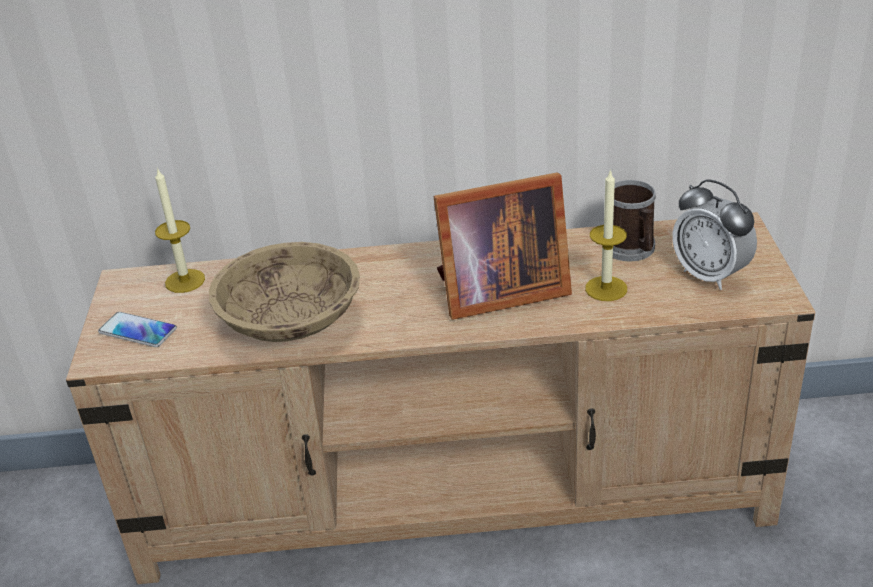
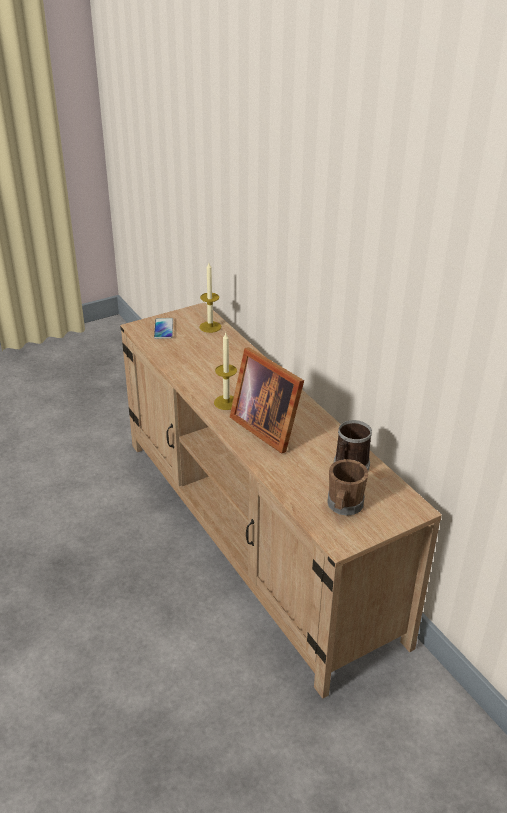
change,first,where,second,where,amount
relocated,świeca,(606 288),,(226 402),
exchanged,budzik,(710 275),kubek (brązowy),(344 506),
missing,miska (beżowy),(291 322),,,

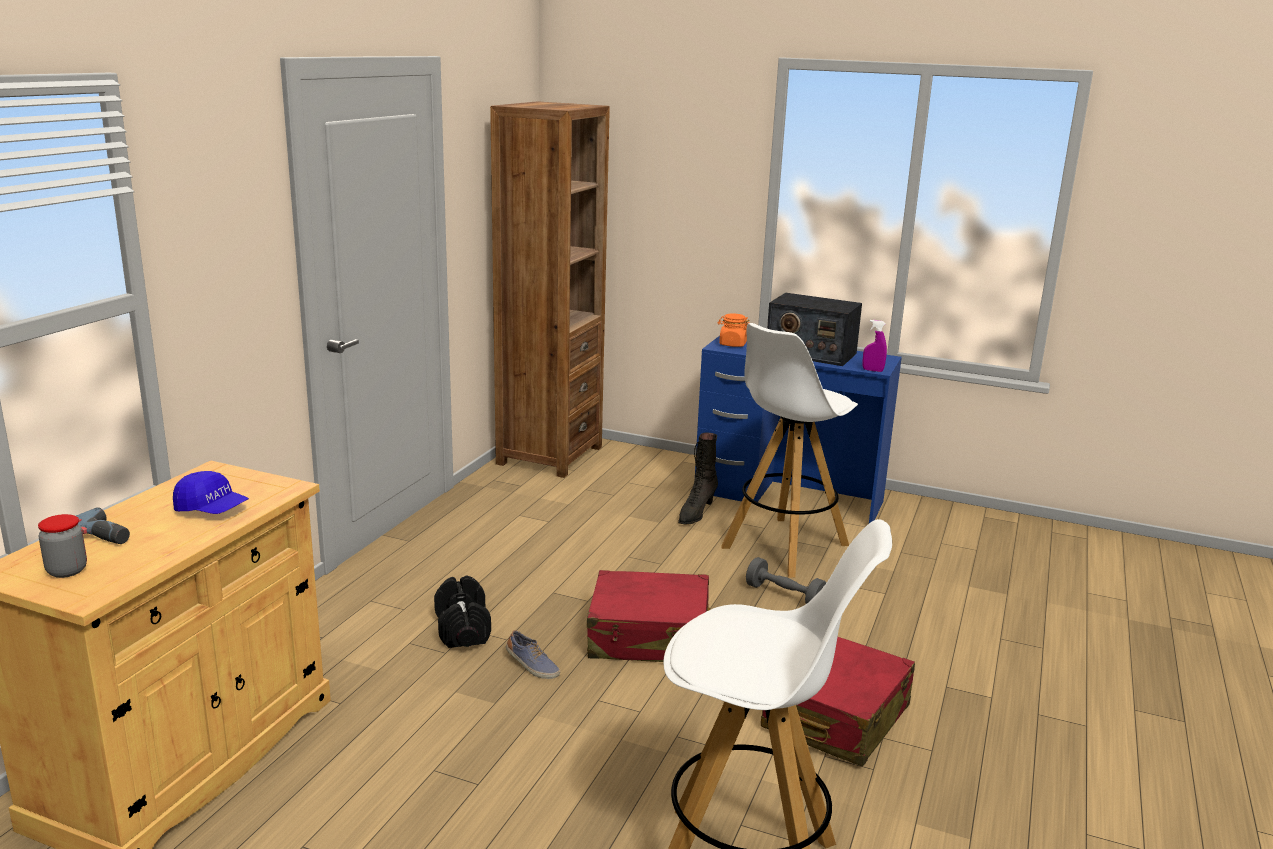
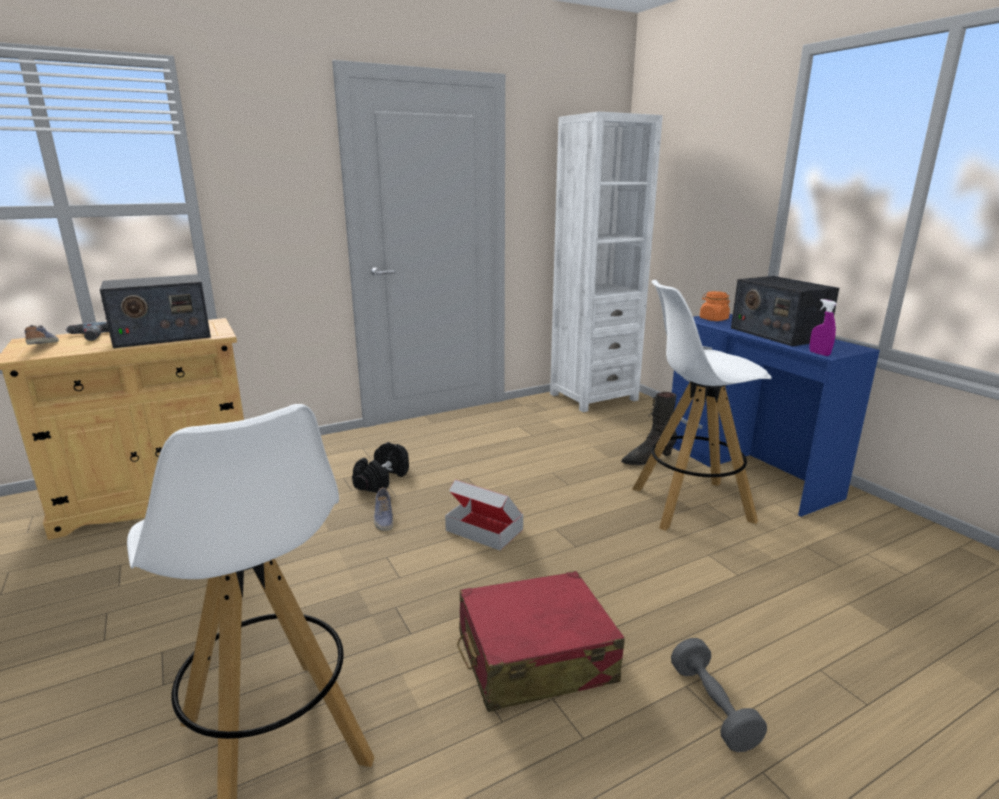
change,first,where,second,where,amount
colour,regał (brązowy),(549 455),regał (biały),(593 397),
exchanged,czapka z daszkiem (niebieski),(212 510),radio,(162 336),
exchanged,słoik,(67 571),but,(44 345),
relocated,hantel (szary),(784 596),,(713 707),
exchanged,walizka (czerwony),(649 637),karton,(484 530),

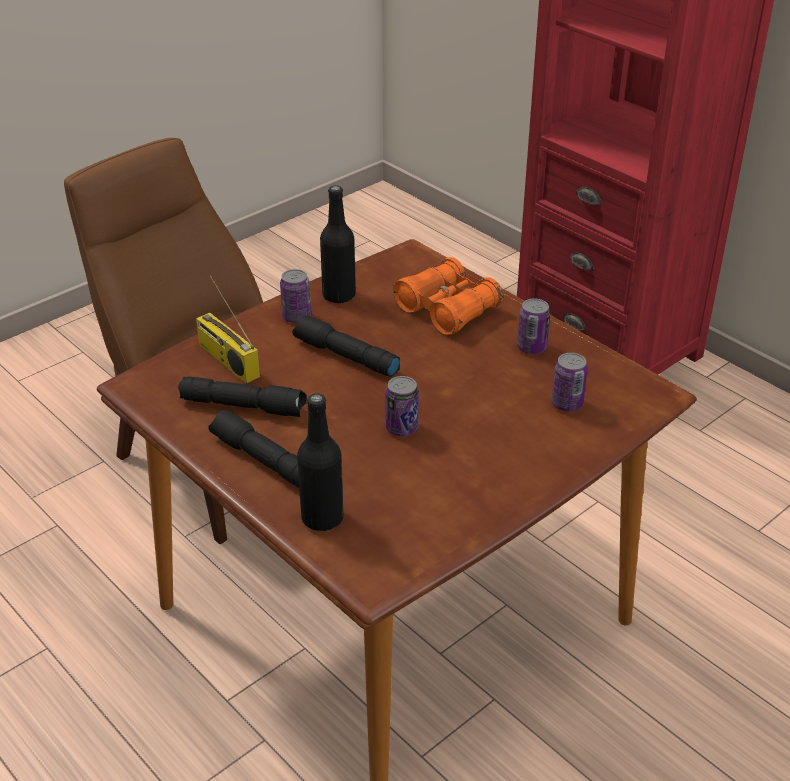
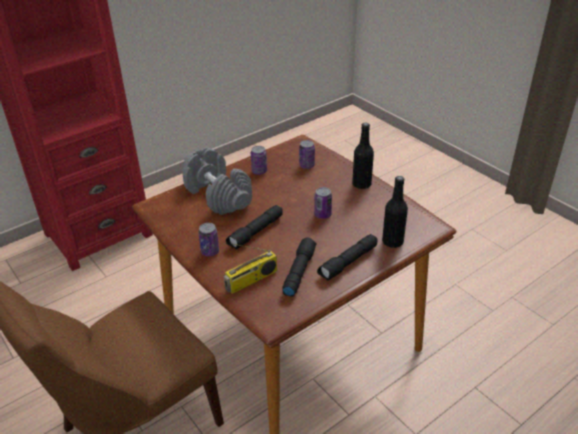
change,first,where,second,where,amount
relocated,butelka (czarny),(339 295),,(361 184),
exchanged,lornetka (pomarańczowy),(447 309),hantel (szary),(217 195),

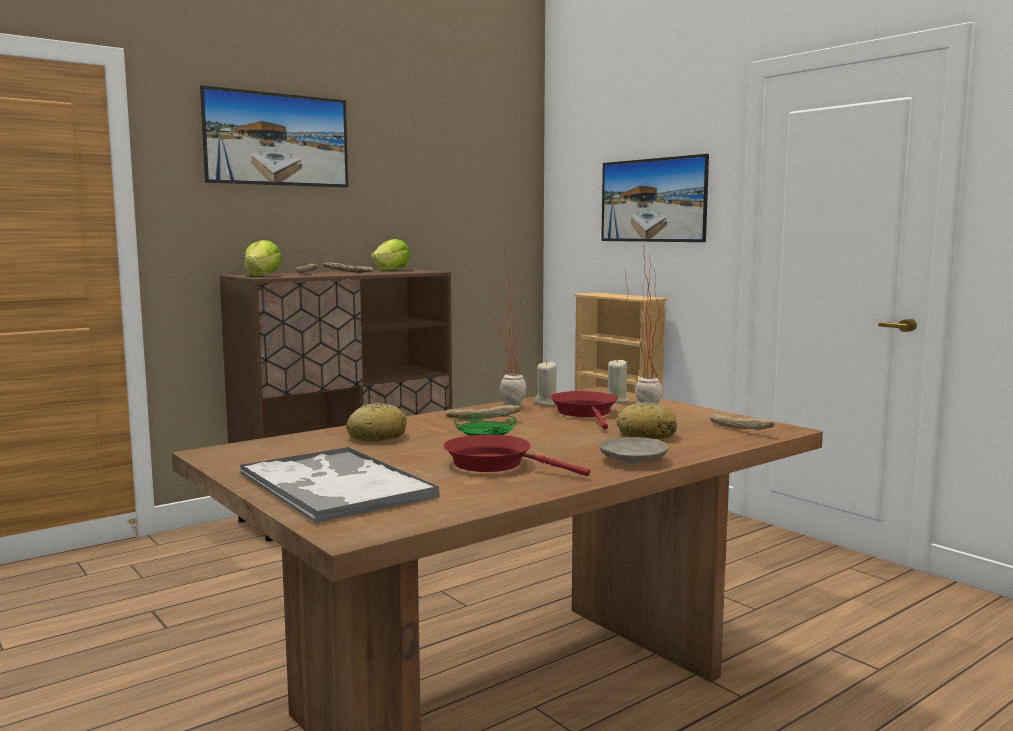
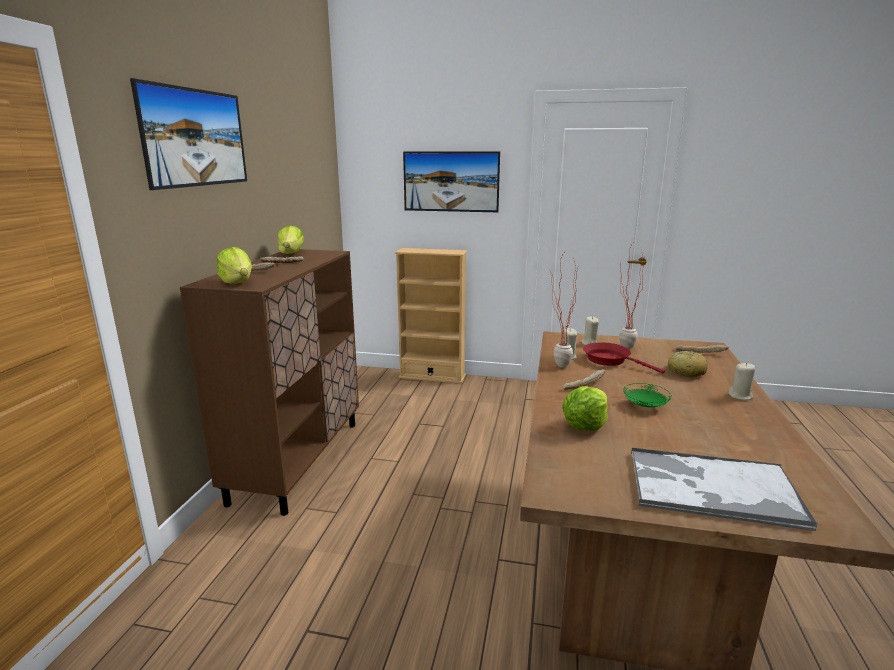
change,first,where,second,where,amount
exchanged,chleb,(377 436),sałata,(585 425),
missing,patelnia (czerwony),(495 464),,,
exchanged,talerz (beżowy),(632 460),świeca (beżowy),(740 396),

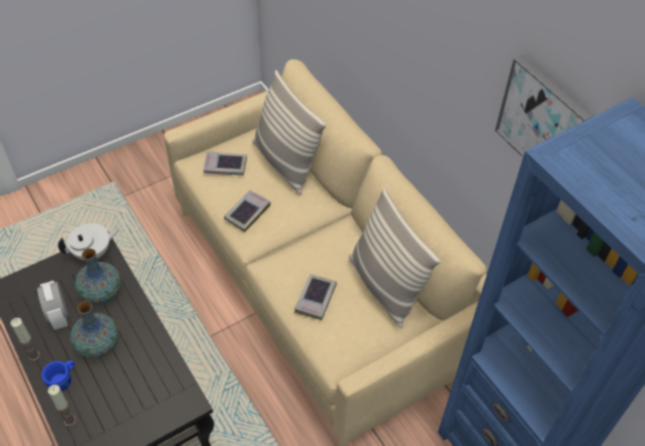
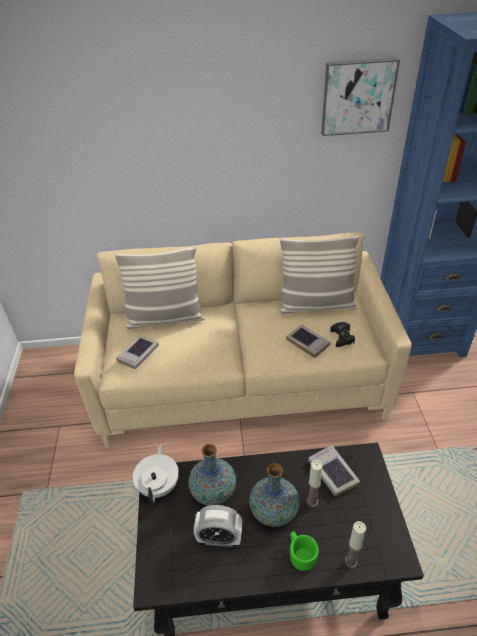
change,first,where,second,where,amount
relocated,książka,(247 213),,(332 473),
relocated,świeca,(34 355),,(312 501),
colour,kubek (niebieski),(63 380),kubek (zielony),(301 555),
appeared,,,pad do gier (czarny),(342 337),

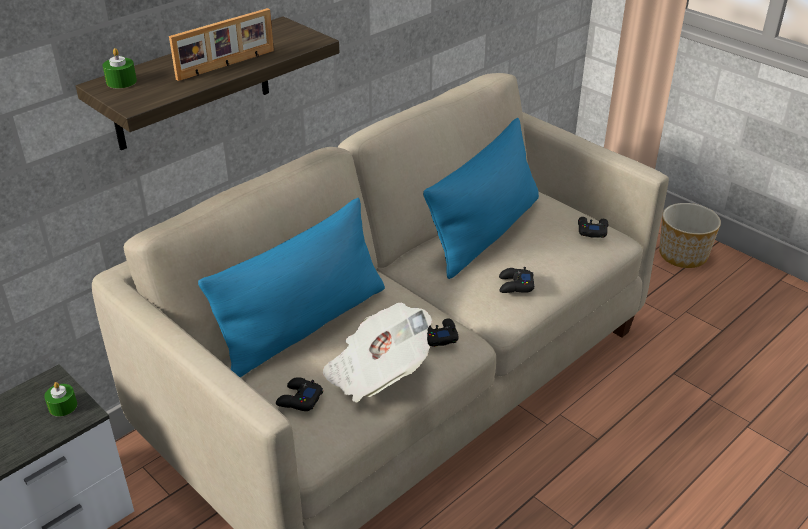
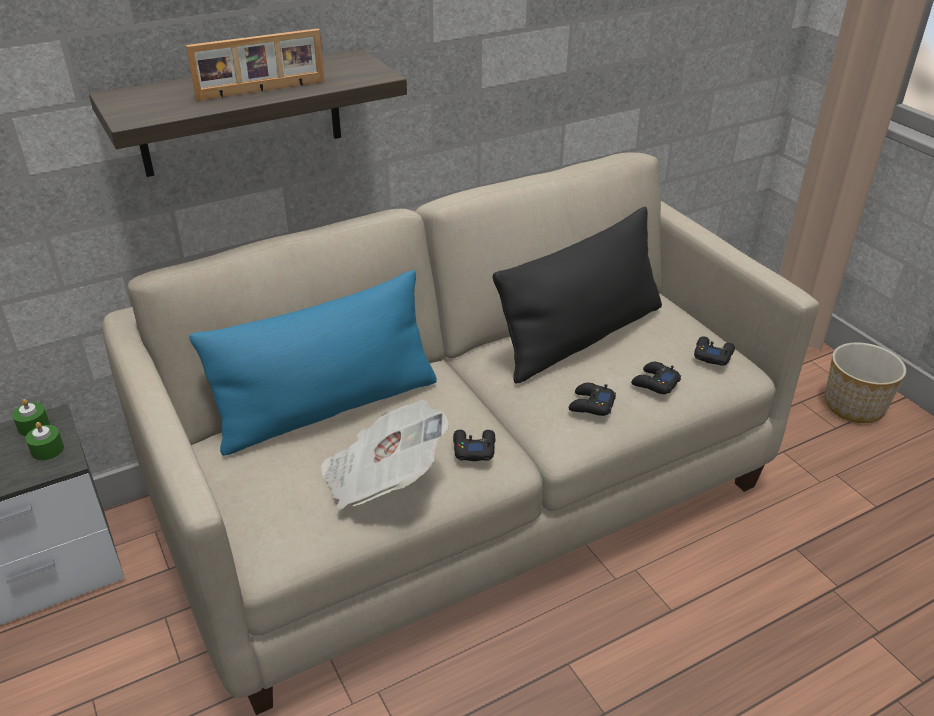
change,first,where,second,where,amount
relocated,świeca (zielony),(121 81),,(34 426),
colour,poduszka (niebieski),(485 232),poduszka (czarny),(581 337),
relocated,pad do gier (czarny),(299 399),,(654 383),

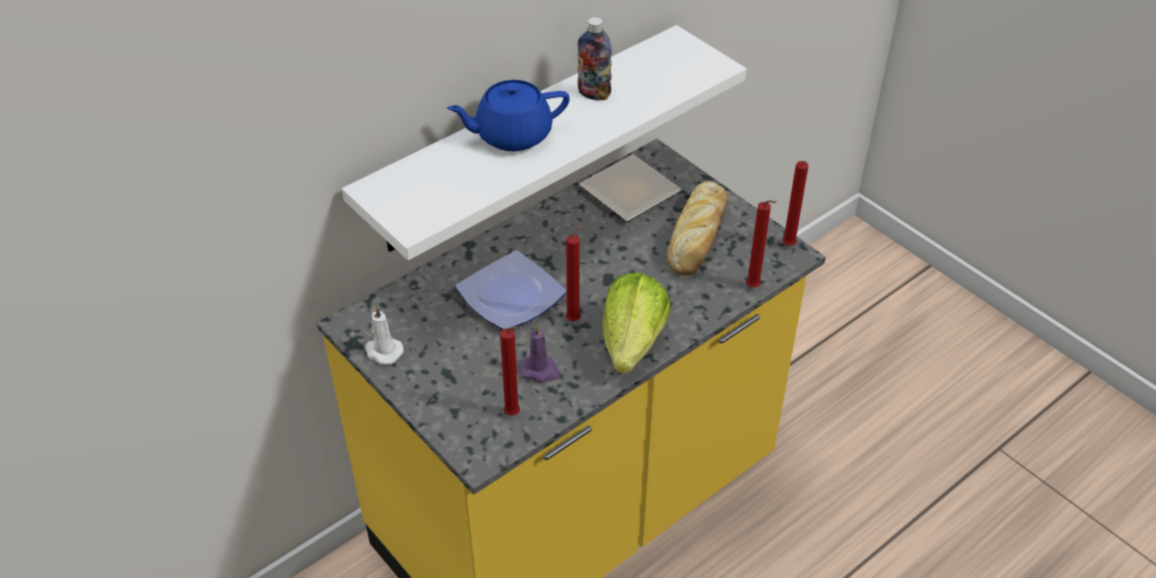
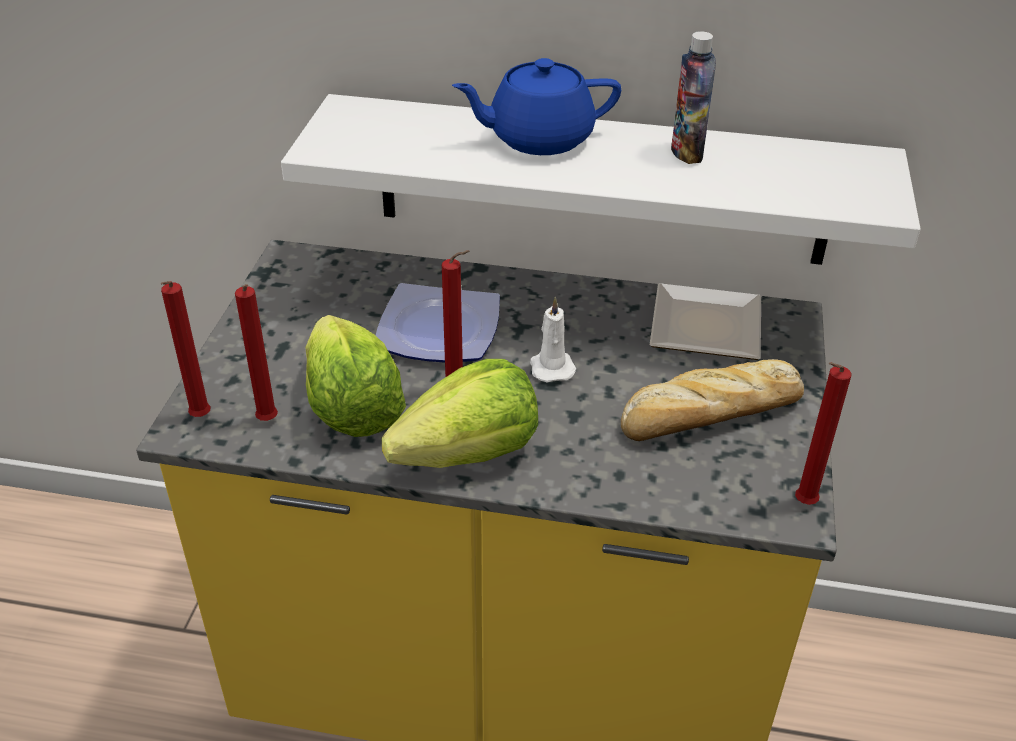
change,first,where,second,where,amount
spun,imbryk (niebieski),(512 135),,(538 138),45 degrees counterclockwise
relocated,świeca (czerwony),(754 288),,(199 419),
relocated,świeca (biały),(383 351),,(551 367),
exchanged,świeca (fioletowy),(540 370),sałata,(351 407),

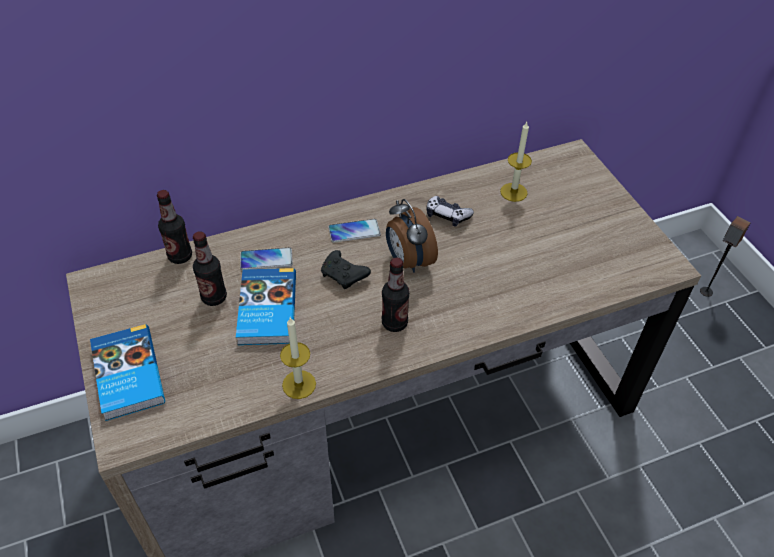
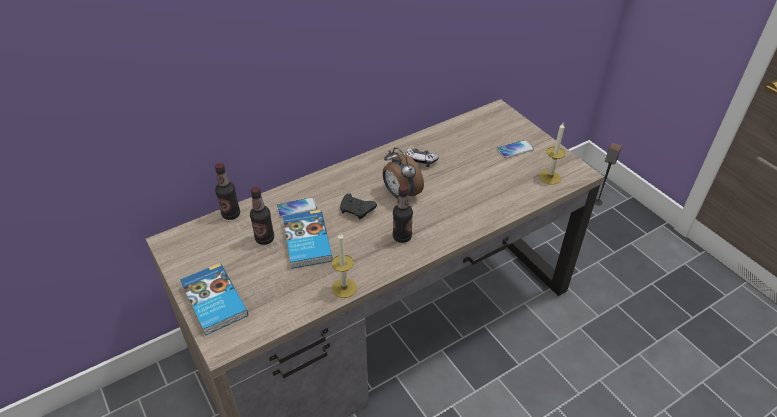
change,first,where,second,where,amount
relocated,świeca,(513 192),,(550 177),
relocated,telefon,(354 231),,(515 149),

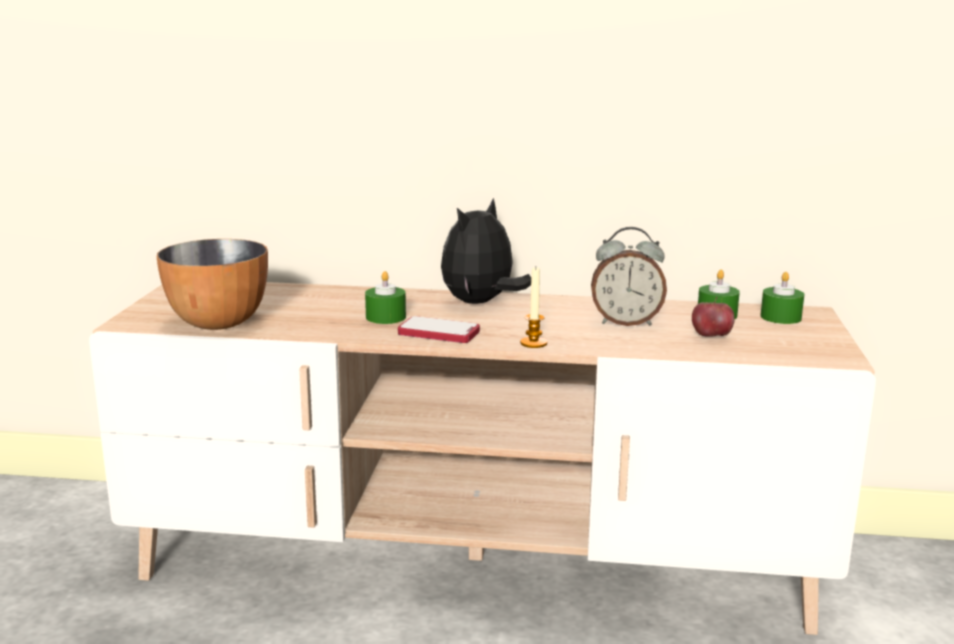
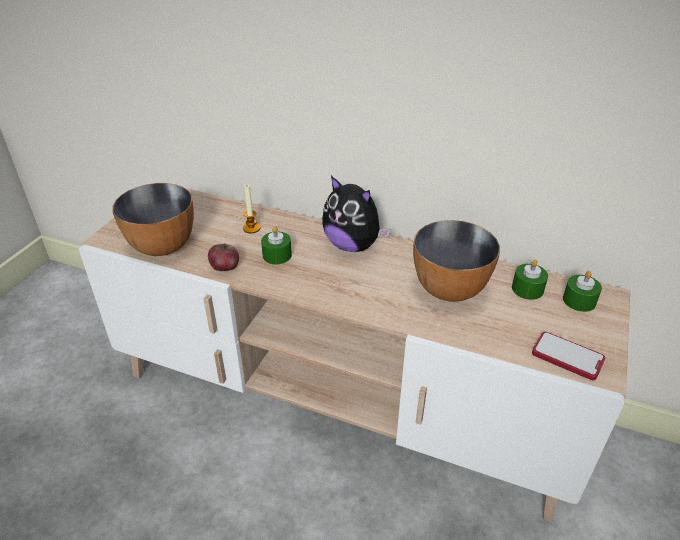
change,first,where,second,where,amount
spun,pluszak,(481 303),,(352 245),105 degrees counterclockwise
exchanged,budzik,(626 322),miska,(450 289),
relocated,świeca,(533 343),,(251 228),
relocated,jabłko,(711 336),,(225 267),
relocated,telefon,(439 332),,(567 357),

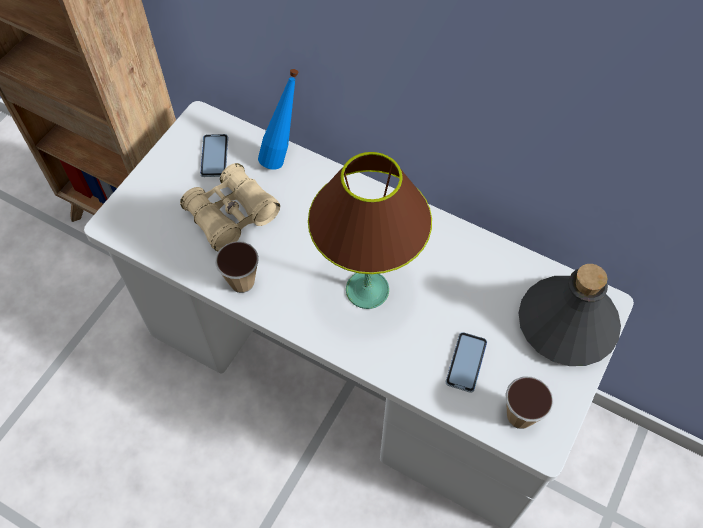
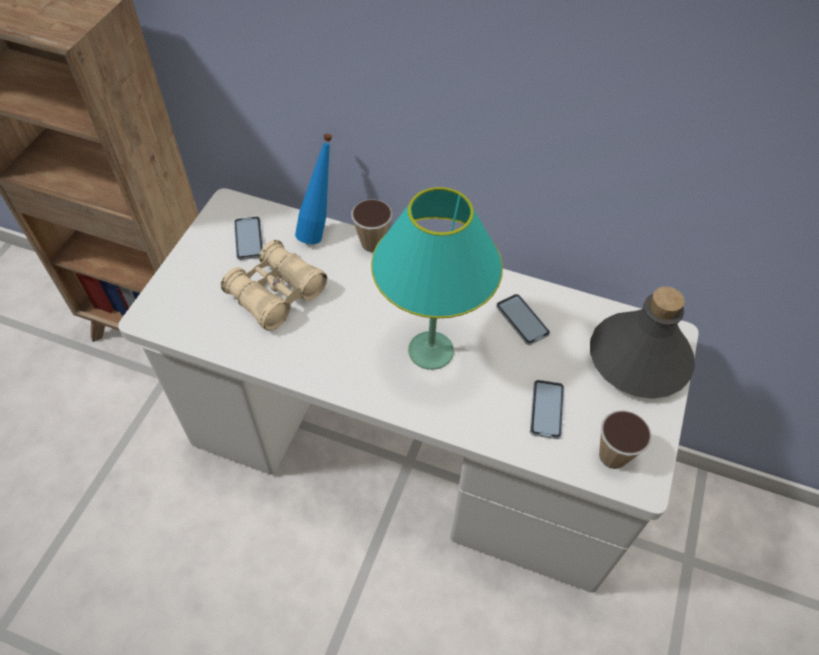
change,first,where,second,where,amount
colour,lampa stołowa (brązowy),(367 290),lampa stołowa (turkusowy),(431 351),
relocated,filiżanka,(242 282),,(372 243),
appeared,,,telefon,(522 320),

